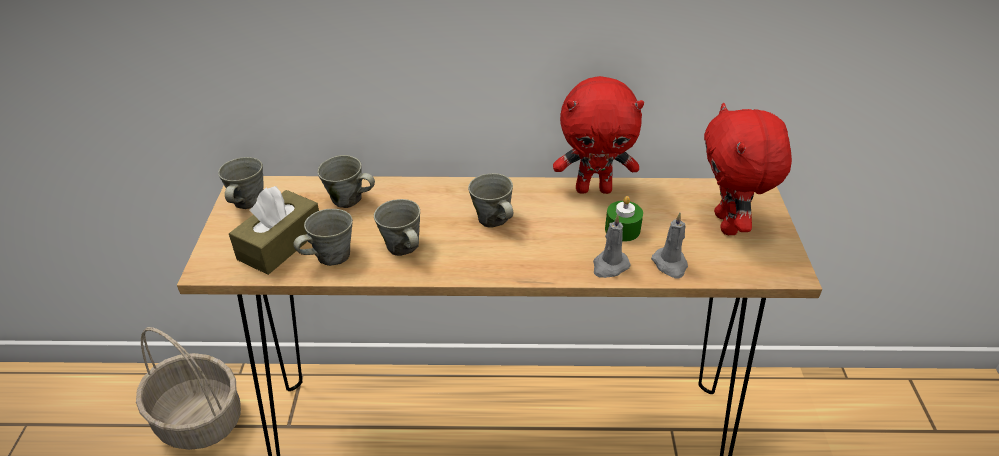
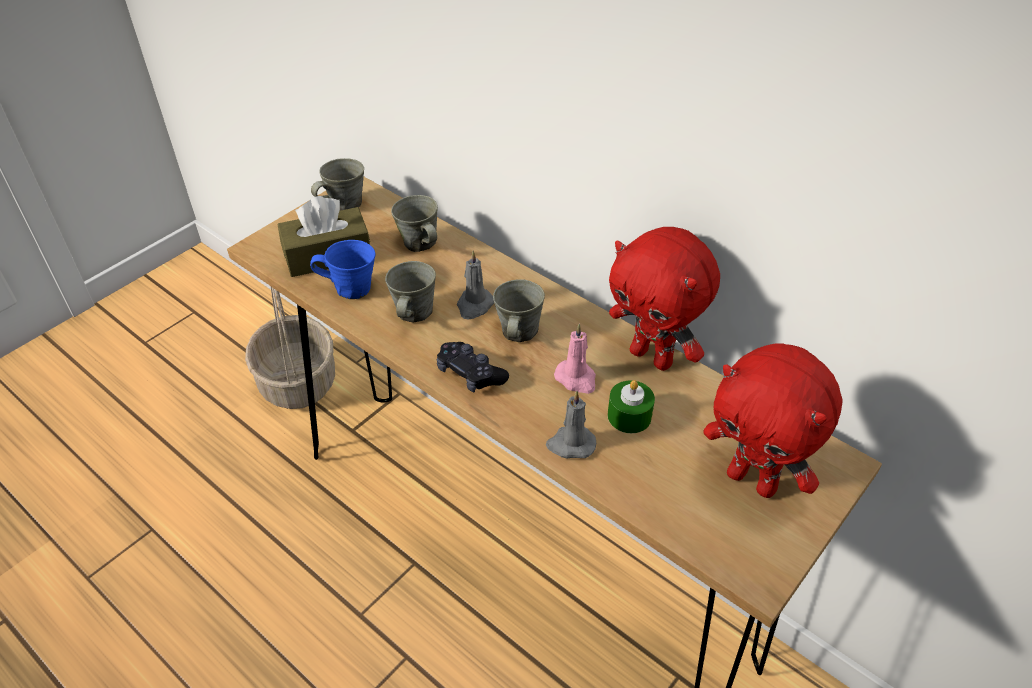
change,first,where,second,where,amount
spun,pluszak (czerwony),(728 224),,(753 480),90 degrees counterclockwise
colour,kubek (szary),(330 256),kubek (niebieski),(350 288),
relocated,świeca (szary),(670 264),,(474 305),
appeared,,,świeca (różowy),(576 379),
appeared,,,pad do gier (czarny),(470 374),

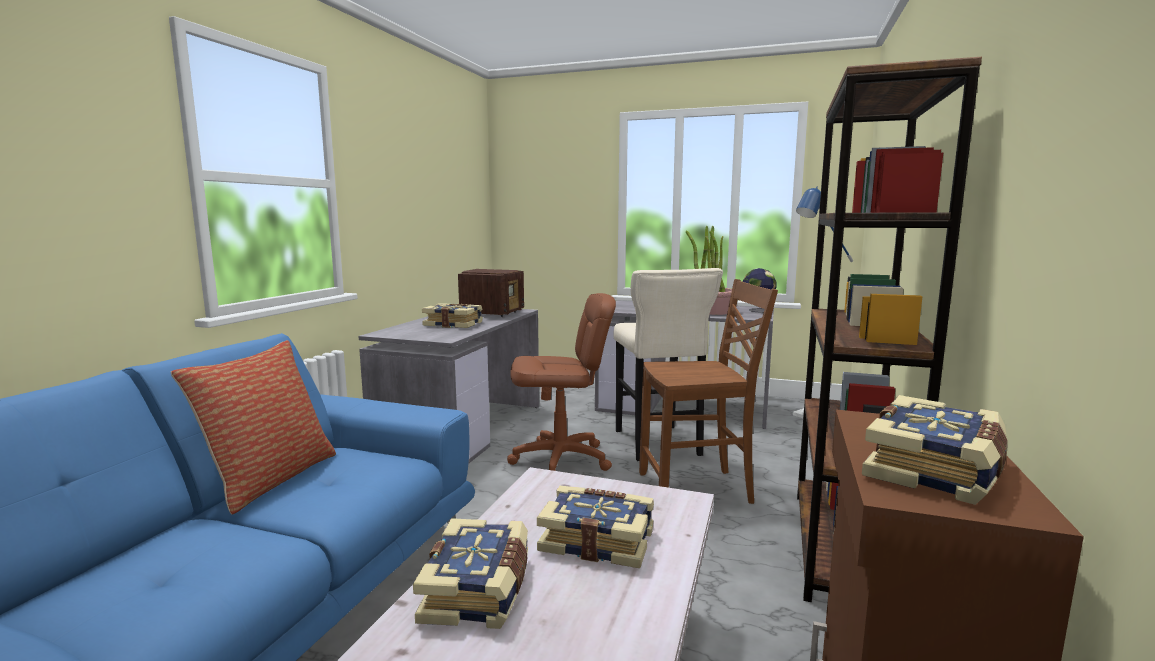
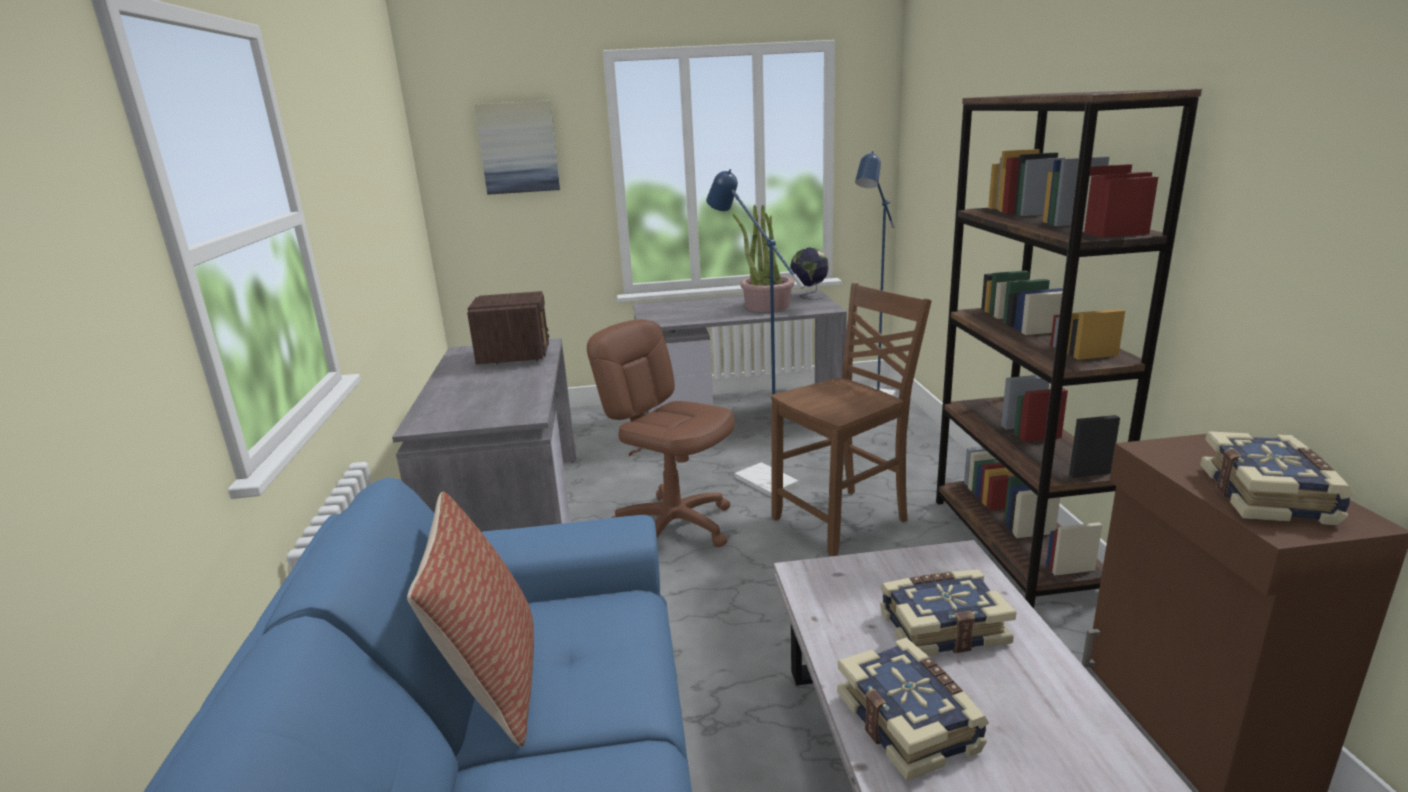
change,first,where,second,where,amount
exchanged,stołek (beżowy),(658 445),lampa stojąca (niebieski),(758 477),
spun,krzesło biurowe (brązowy),(561 460),,(674 526),105 degrees counterclockwise
missing,książka,(453 324),,,
appeared,,,obraz,(518 147),

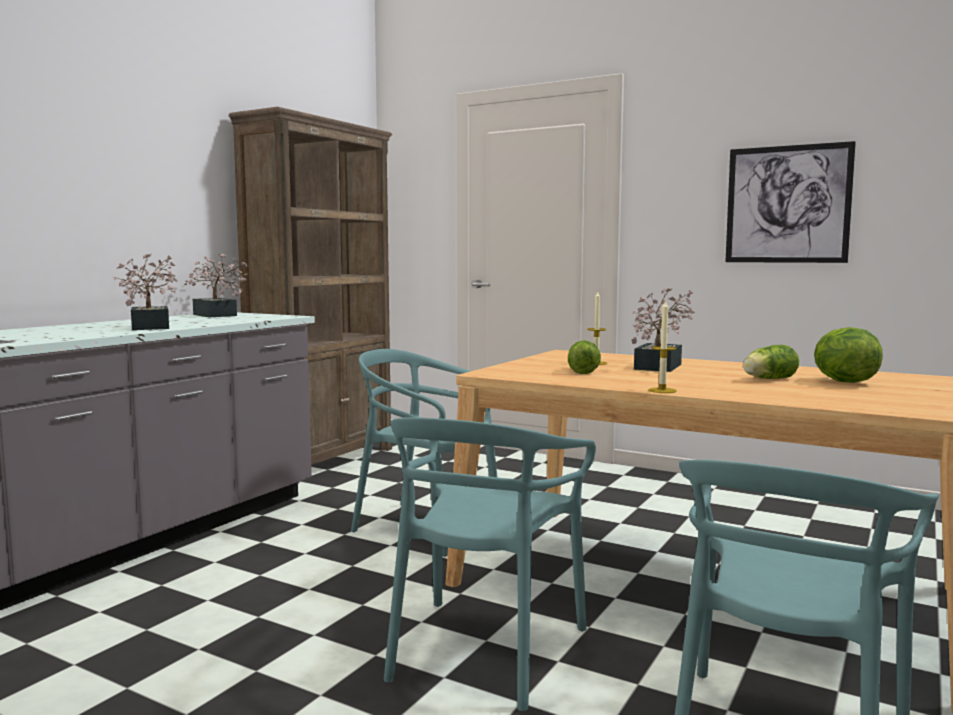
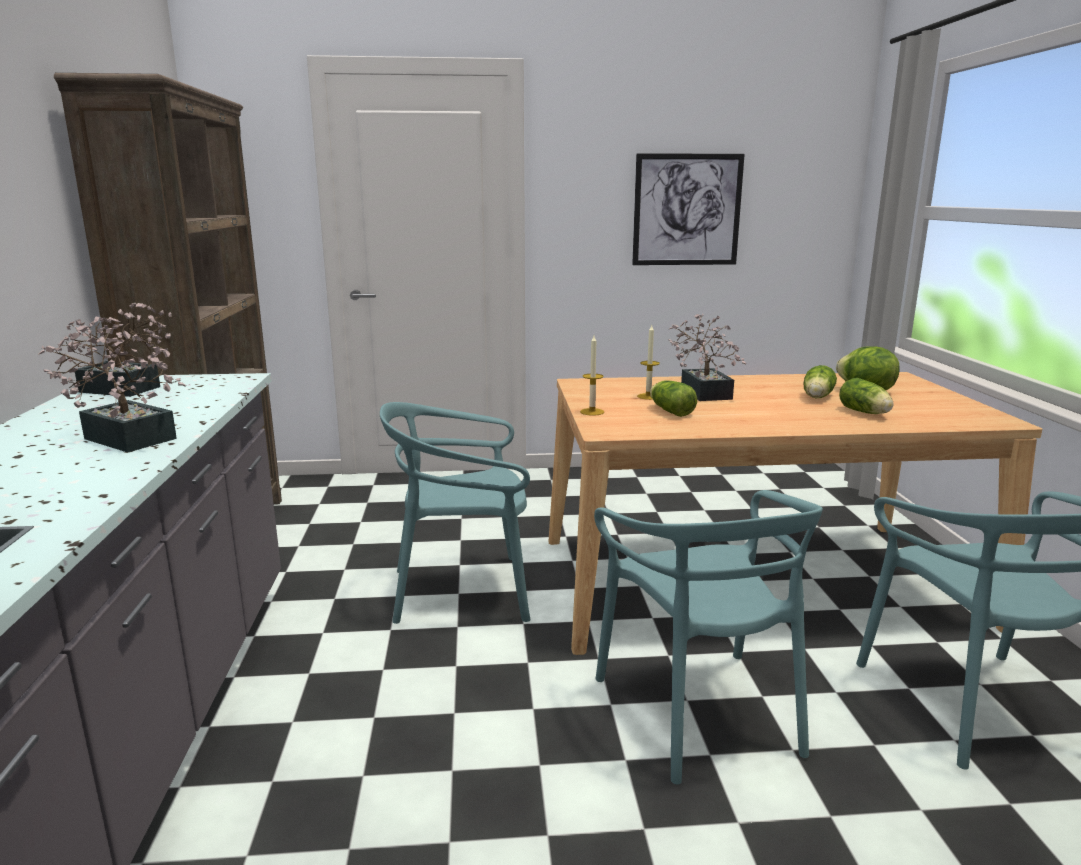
change,first,where,second,where,amount
relocated,świeca,(662 390),,(592 412),
appeared,,,sałata,(865 413),

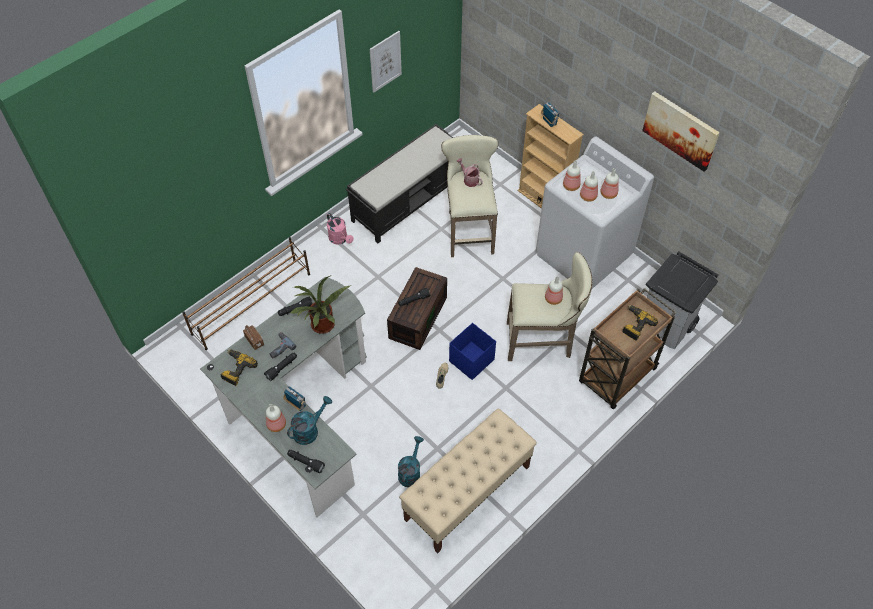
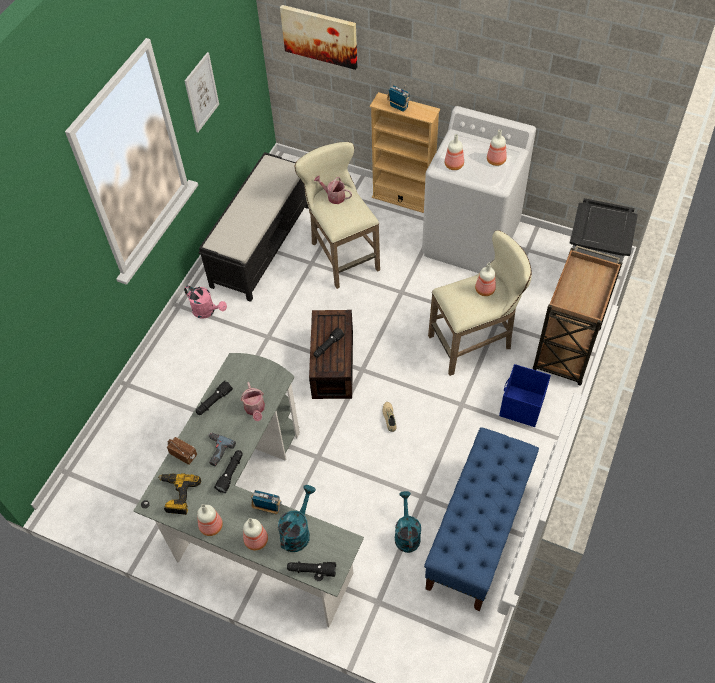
change,first,where,second,where,amount
relocated,obraz,(681 130),,(320 36),
relocated,butelka,(587 196),,(210 527),
missing,regał na buty (brązowy),(252 303),,,
exchanged,roślina doniczkowa,(323 327),konewka,(255 409),
missing,wiertarka,(635 325),,,
relocated,pojemnik do przechowywania (niebieski),(471 361),,(521 406),
colour,ławka (beżowy),(467 493),ławka (niebieski),(478 532),

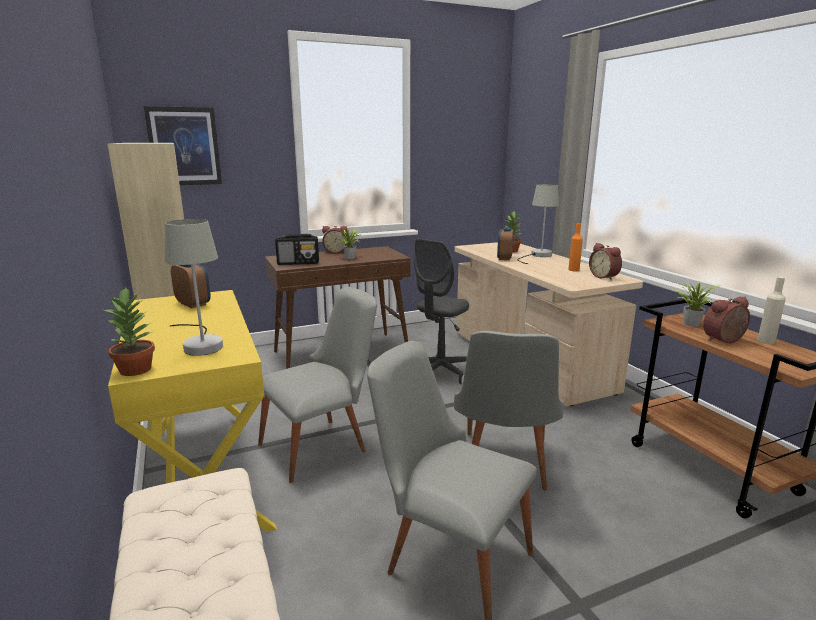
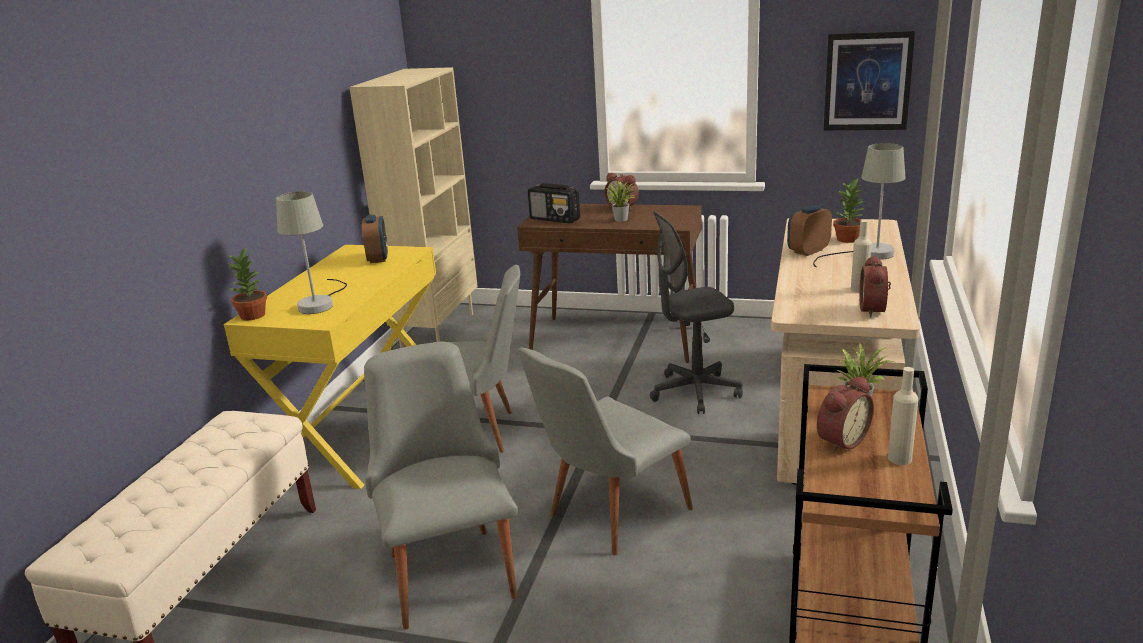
change,first,where,second,where,amount
relocated,obraz,(184 146),,(867 81),
colour,butelka (pomarańczowy),(573 270),butelka (beżowy),(859 289),
spun,budzik,(725 341),,(840 440),120 degrees clockwise

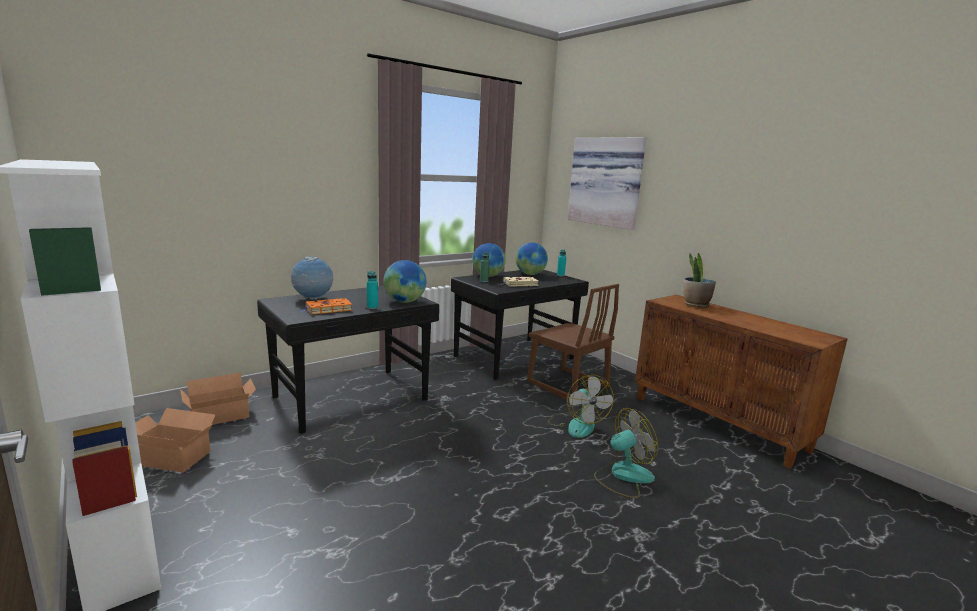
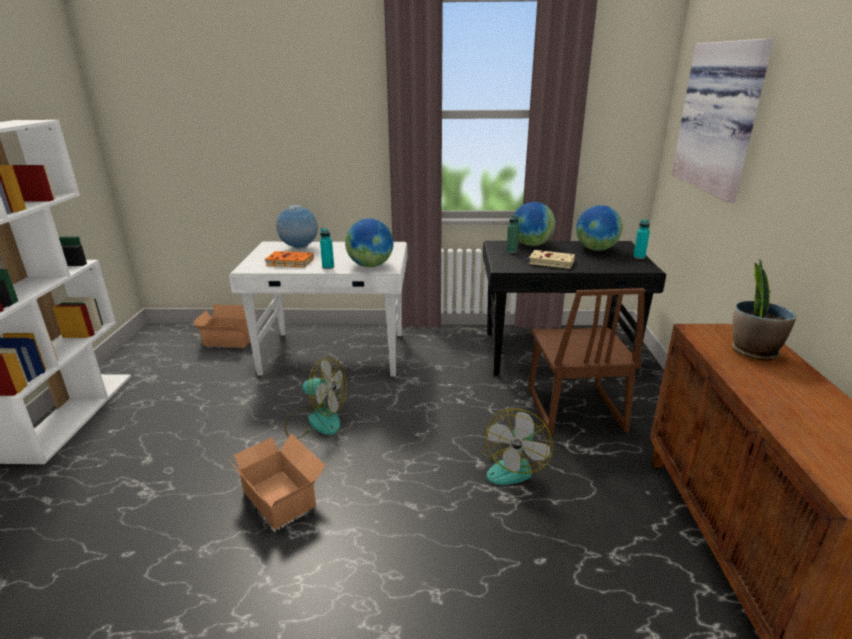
change,first,where,second,where,amount
colour,biurko (czarny),(352 398),biurko (biały),(334 354),
relocated,karton,(172 456),,(281 496),
relocated,wentylator,(623 476),,(316 420),

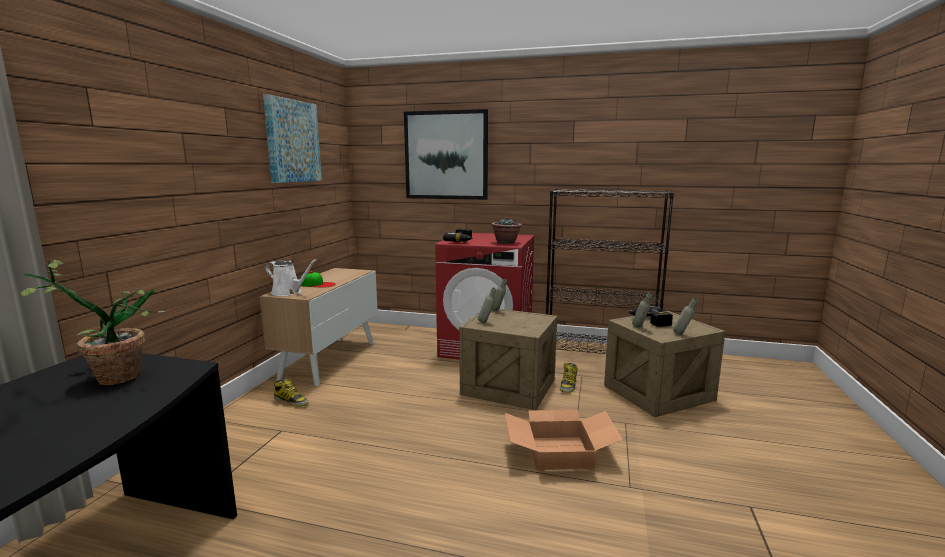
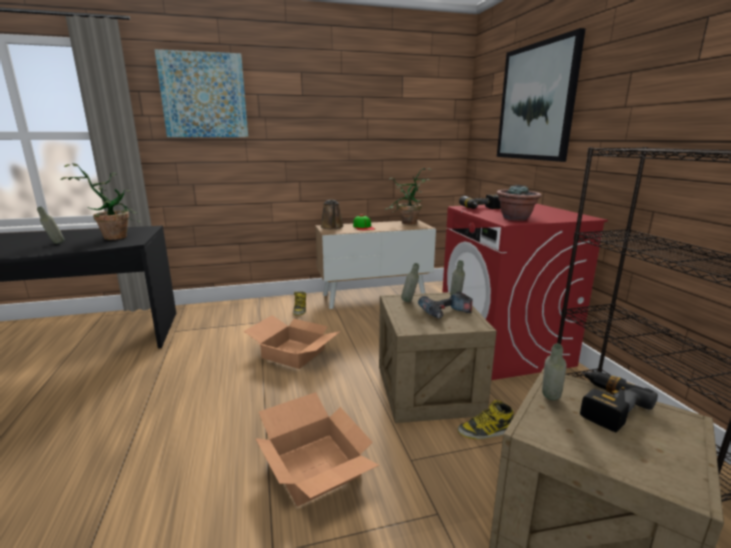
change,first,where,second,where,amount
relocated,obraz,(292 141),,(204 96),
colour,konewka (biały),(289 292),konewka (brązowy),(332 227),
relocated,butelka (szary),(683 334),,(55 244),
appeared,,,roślina doniczkowa,(407 223),
appeared,,,wiertarka,(445 313),
appeared,,,karton,(294 353),

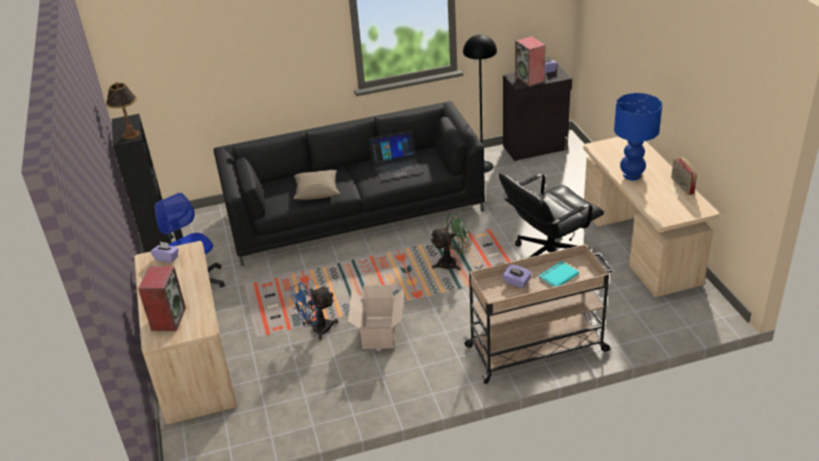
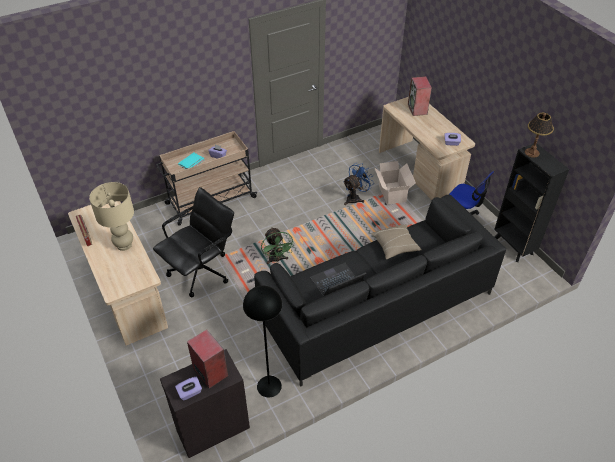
change,first,where,second,where,amount
colour,lampa stołowa (niebieski),(632 175),lampa stołowa (beżowy),(124 245),
spun,wentylator (zielony),(452 263),,(276 260),75 degrees counterclockwise
relocated,karton,(378 334),,(392 192),

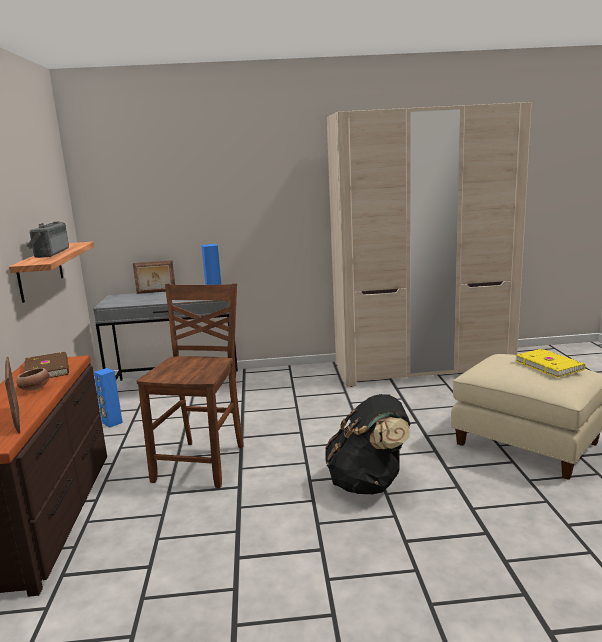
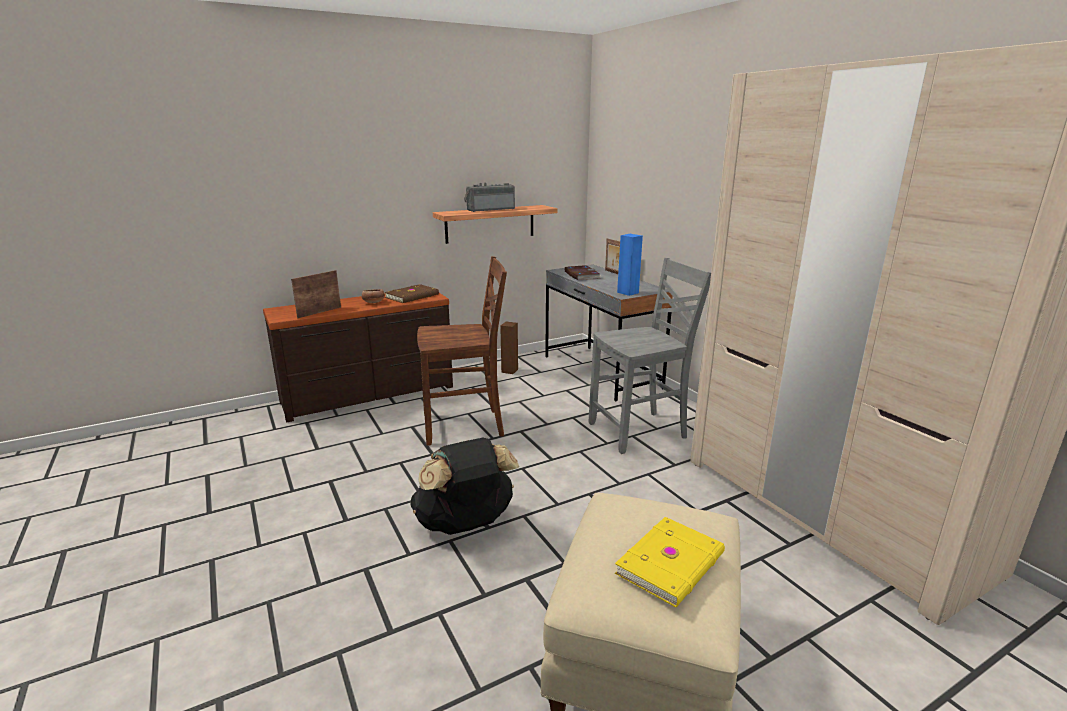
change,first,where,second,where,amount
colour,głośnik (niebieski),(112 423),głośnik (brązowy),(509 370),
appeared,,,krzesło (szary),(640 431),
appeared,,,książka,(581 275),

